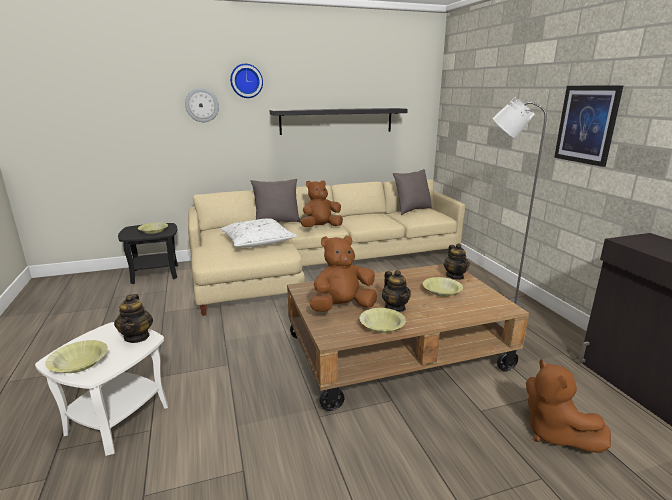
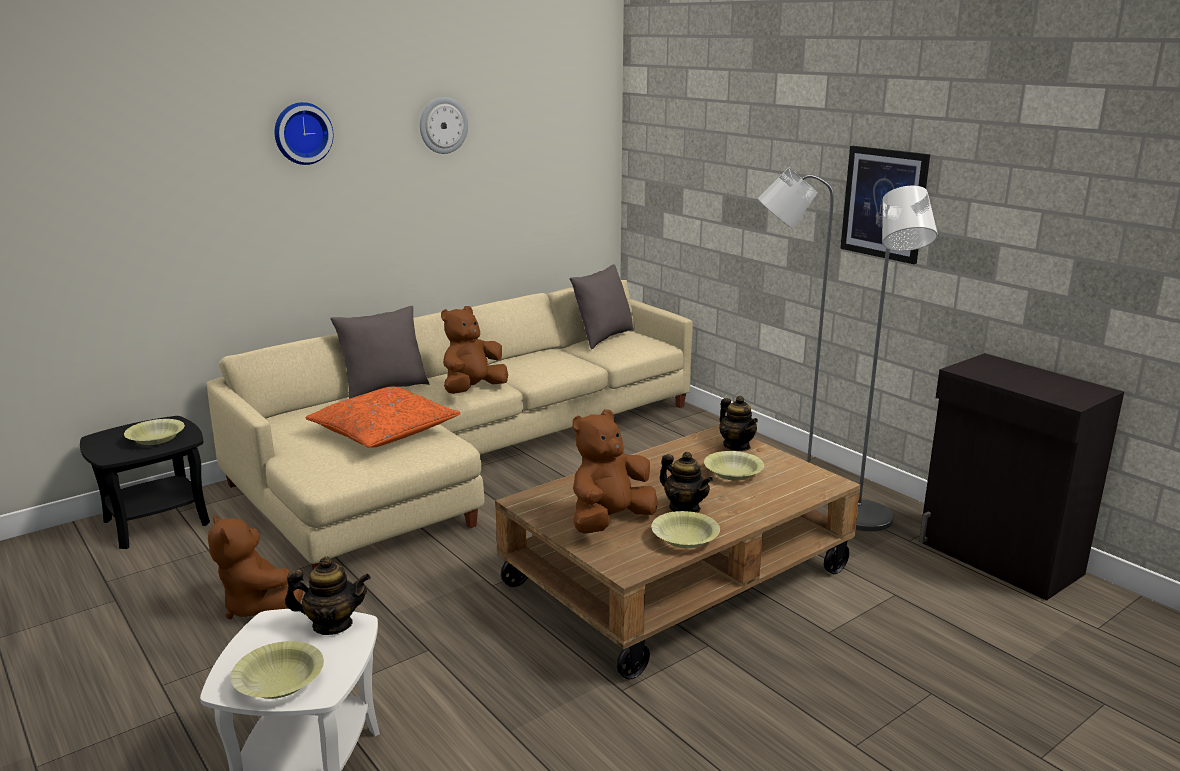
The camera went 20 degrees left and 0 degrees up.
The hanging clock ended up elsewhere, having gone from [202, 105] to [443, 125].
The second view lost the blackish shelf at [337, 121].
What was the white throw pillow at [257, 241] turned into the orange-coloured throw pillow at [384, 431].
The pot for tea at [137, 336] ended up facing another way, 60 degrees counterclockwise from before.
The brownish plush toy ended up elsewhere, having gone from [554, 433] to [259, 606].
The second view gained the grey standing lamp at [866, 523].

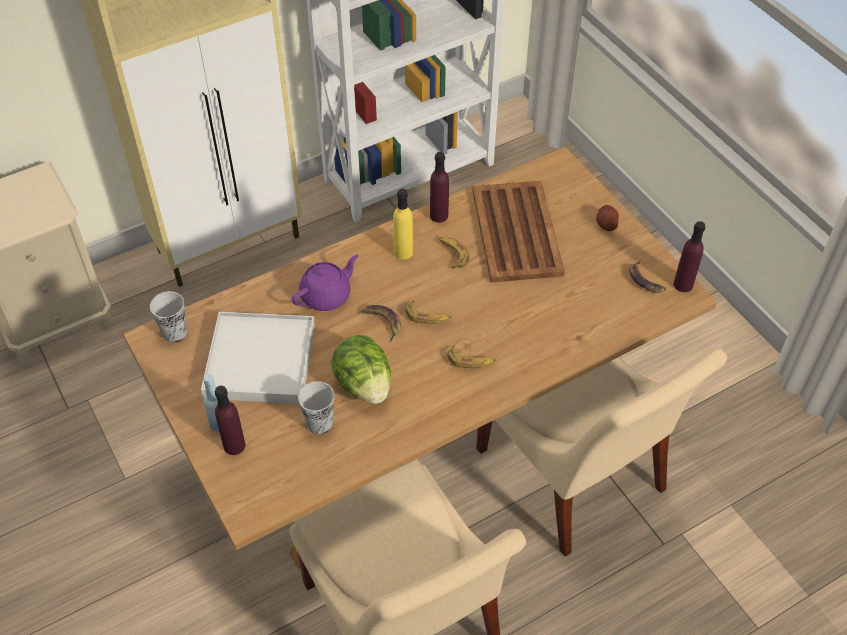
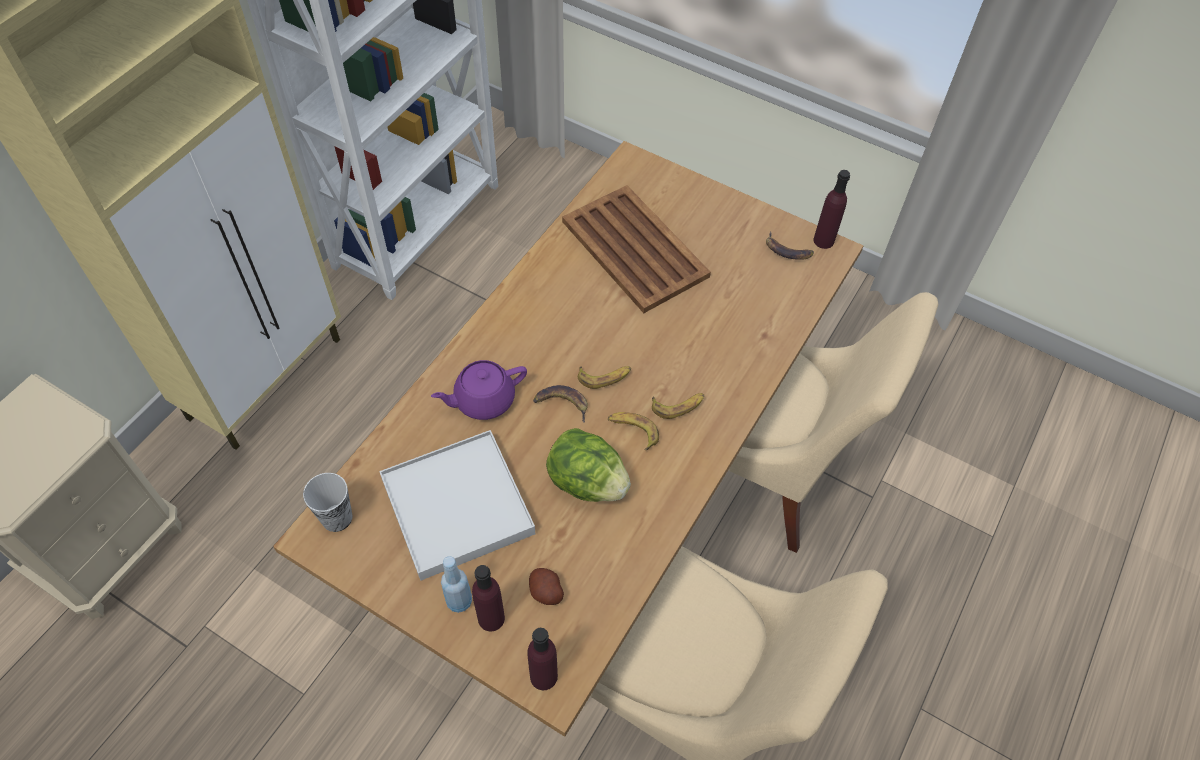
The camera went 30 degrees left and 5 degrees up.
The purple bottle ended up elsewhere, having gone from [439, 215] to [543, 676].
The second view lost the yellowish bottle at [403, 252].
The spud ended up elsewhere, having gone from [606, 224] to [546, 592].
The banana ended up elsewhere, having gone from [452, 254] to [633, 431].
The purple pot for tea at [326, 296] ended up facing another way, 135 degrees counterclockwise from before.
The second view lost the cup at [319, 423].

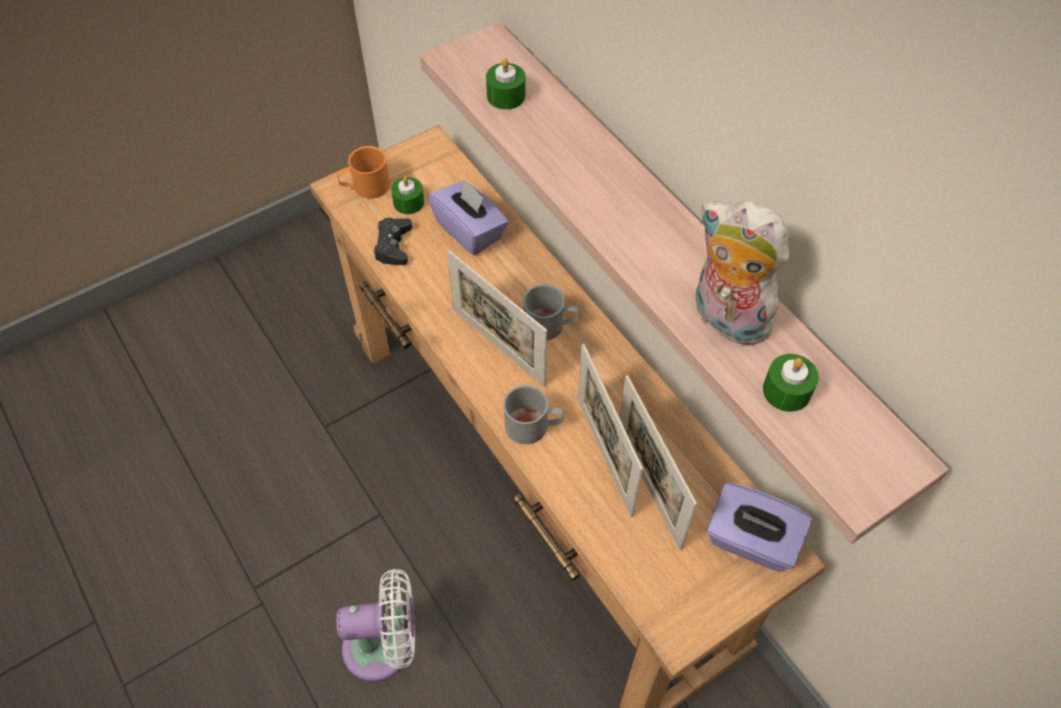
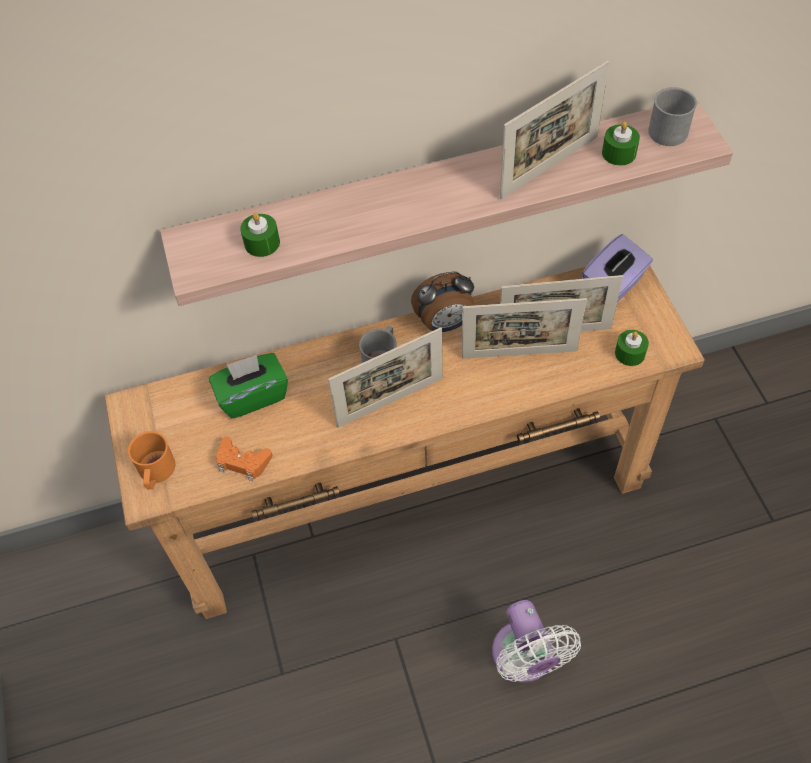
The camera went 70 degrees left and 0 degrees up.
The green-coloured candle ended up elsewhere, having gone from [408, 202] to [630, 353].
What was the purple tissue holder at [470, 231] turned into the green-coloured tissue holder at [252, 396].
Where the plush toy stood at [725, 319], the photo frame came to stand at [549, 167].
What was the blackish joypad at [393, 246] turned into the orange-coloured joypad at [243, 462].
The grey mug ended up elsewhere, having gone from [533, 426] to [669, 128].
The white cooling fan at [384, 647] ended up facing another way, 150 degrees clockwise from before.
The second view gained the bedside clock at [445, 324].

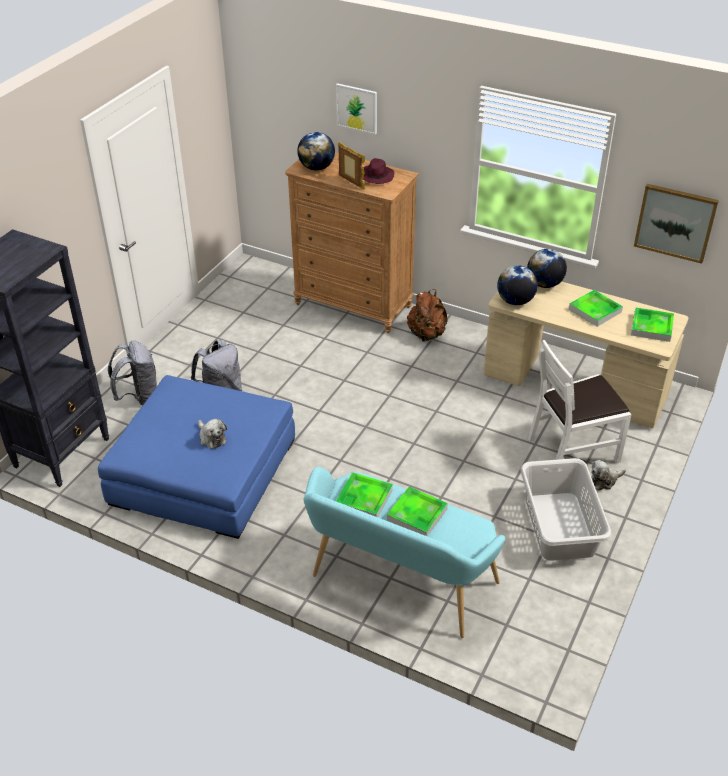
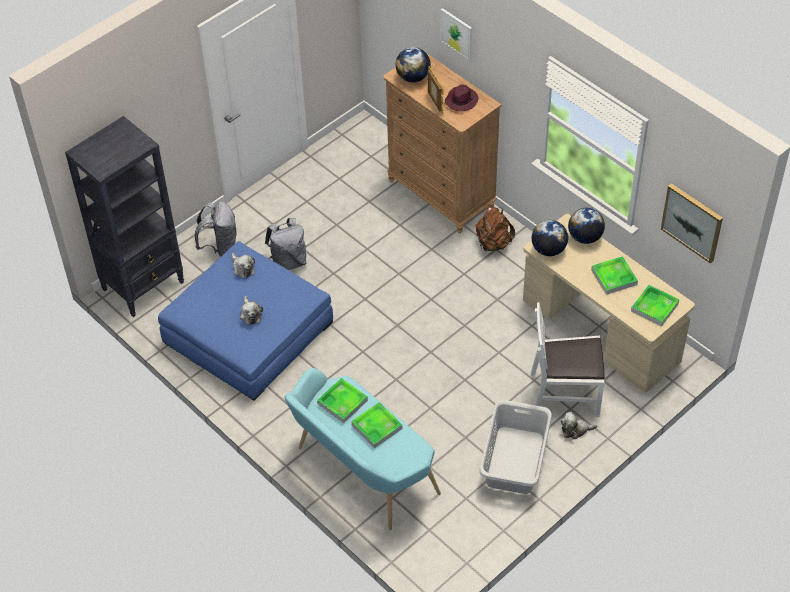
The camera went 20 degrees right and 10 degrees up.
The second view gained the plush toy at [242, 268].

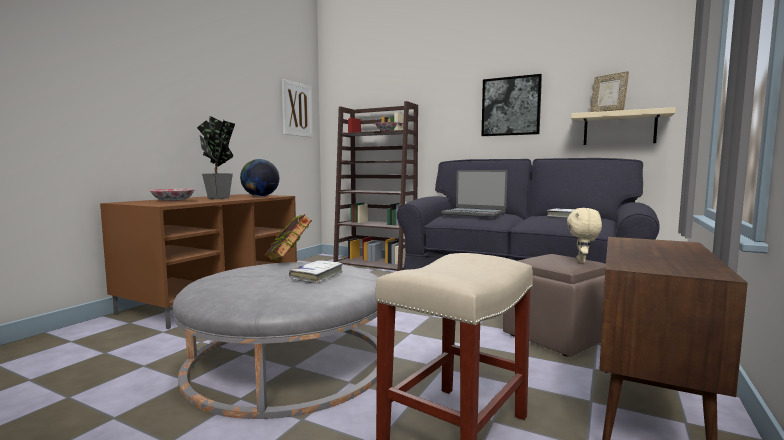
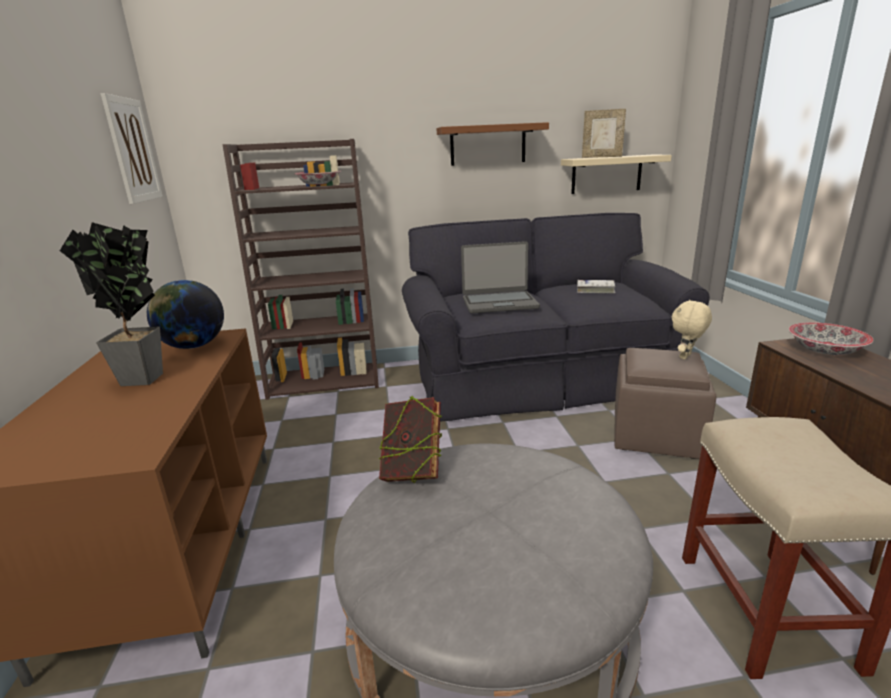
The camera went 35 degrees left and 15 degrees up.
Where the wall art hung at [511, 106], the brownish shelf came to hang at [488, 145].
The deep dish ended up elsewhere, having gone from [173, 201] to [825, 351].
The sand-coloured plush toy at [582, 261] ended up facing another way, 60 degrees clockwise from before.
The second view lost the white bound book at [317, 276].

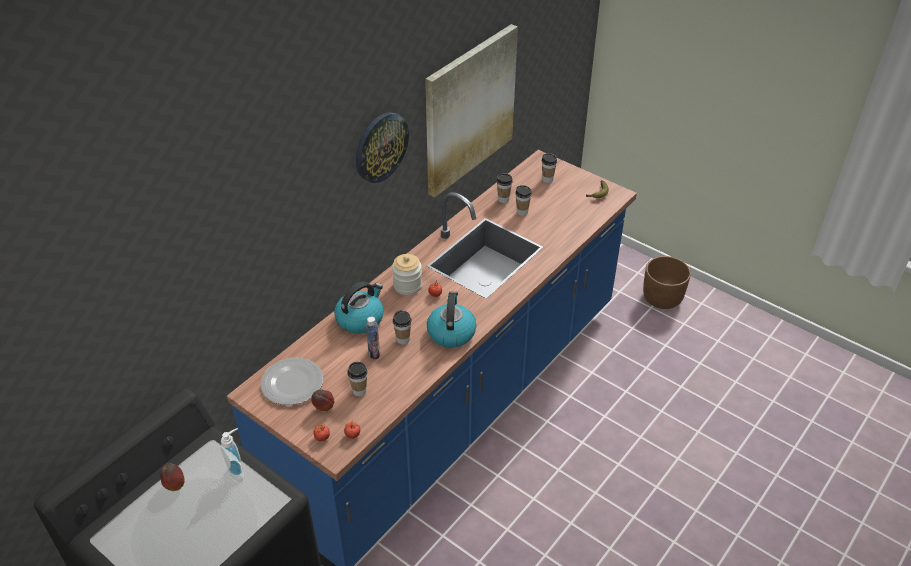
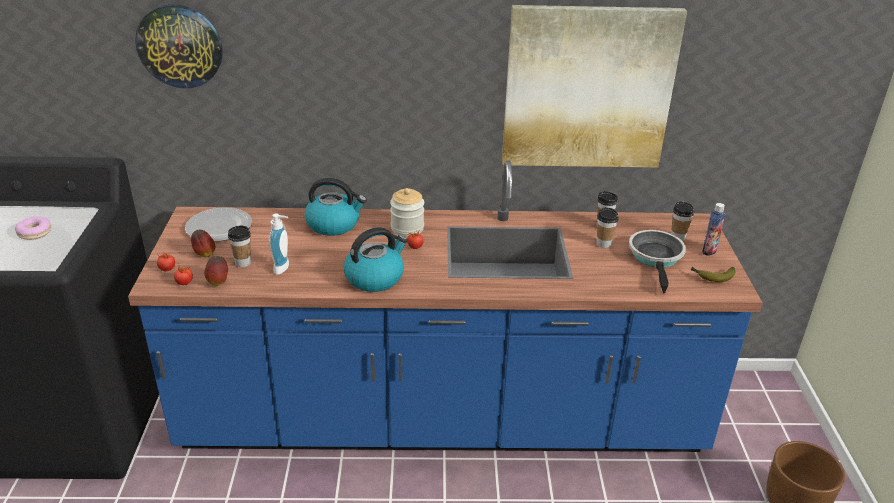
The camera went 50 degrees right and 10 degrees down.
The hanging clock ended up elsewhere, having gone from [380, 147] to [180, 46].
The second view lost the cup at [403, 339].
The bottle ended up elsewhere, having gone from [374, 353] to [709, 251].
The liquid soap bottle ended up elsewhere, having gone from [238, 471] to [284, 268].
The whole apple ended up elsewhere, having gone from [174, 485] to [218, 282].
The second view gained the donut at [35, 232].
The second view gained the skillet at [656, 258].

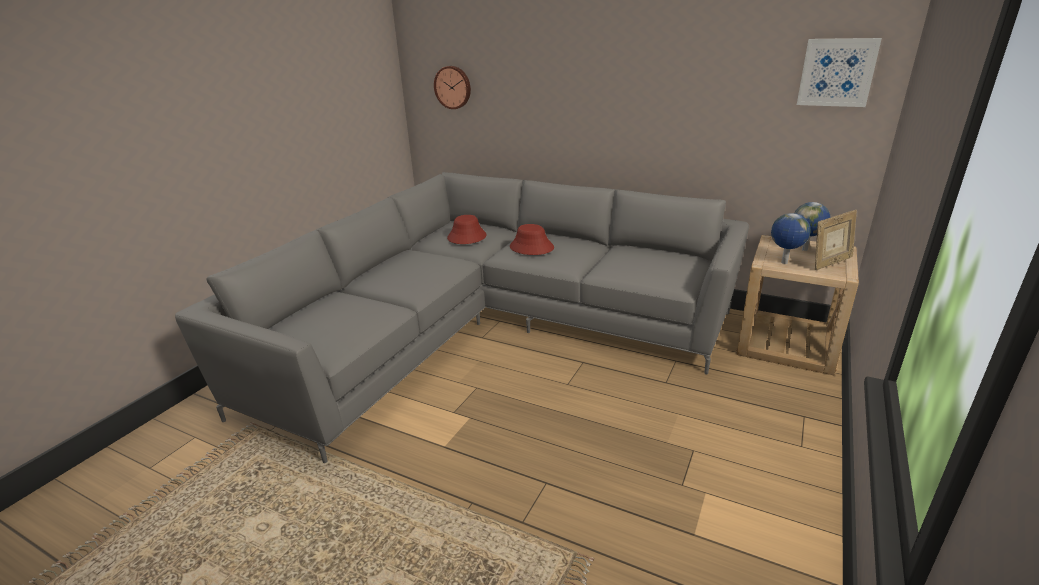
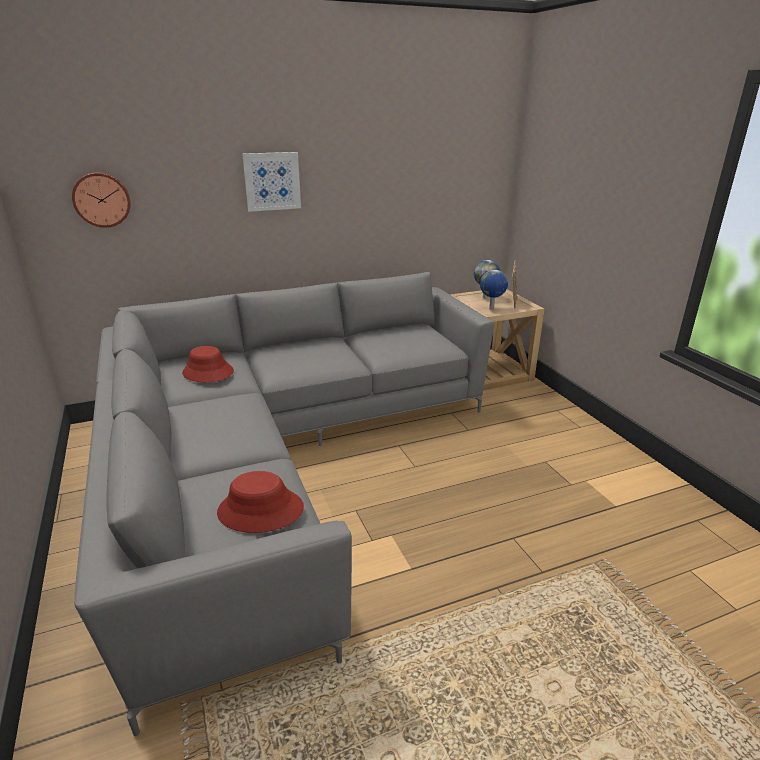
The camera went 50 degrees left and 0 degrees up.
The wall art ended up elsewhere, having gone from [837, 72] to [272, 181].
The red-coloured clothing hat ended up elsewhere, having gone from [531, 247] to [260, 510].

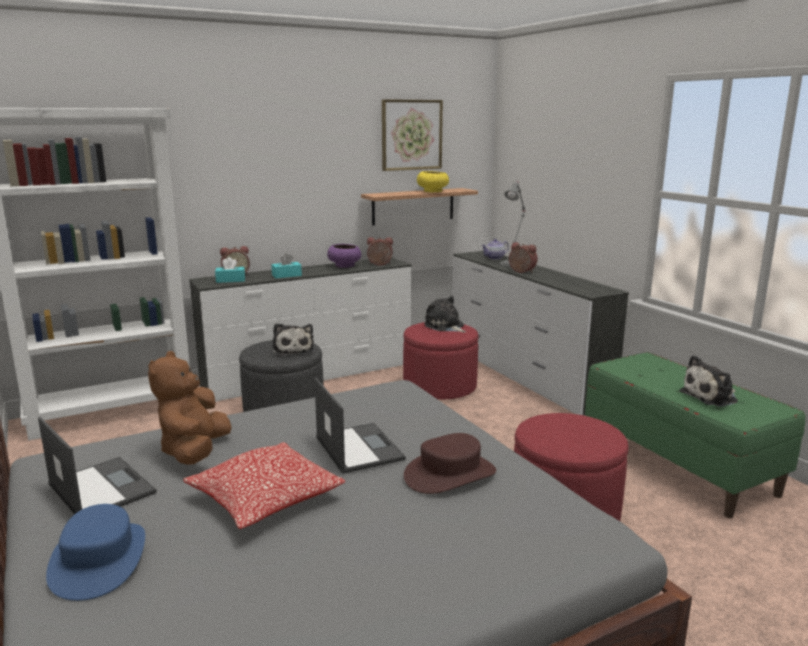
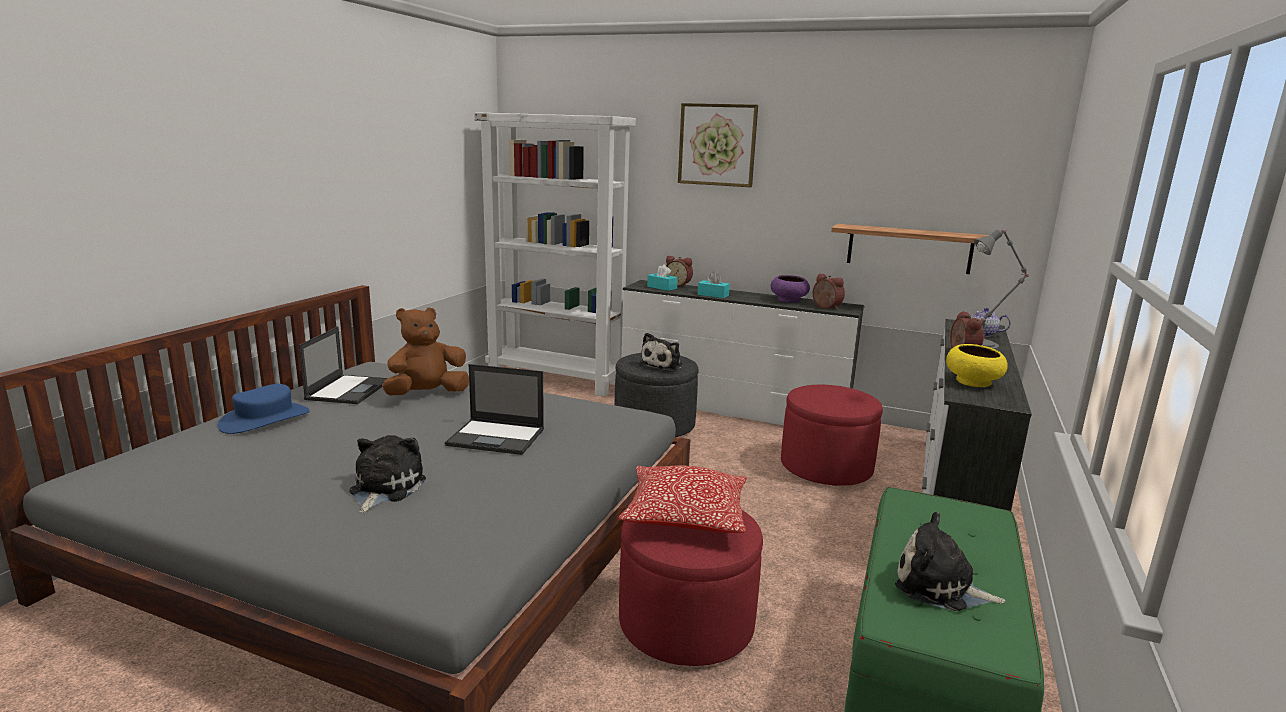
The camera went 50 degrees right and 0 degrees up.
The wall art ended up elsewhere, having gone from [411, 135] to [717, 145].
The yellowish deep dish ended up elsewhere, having gone from [433, 191] to [973, 382].
The plush toy ended up elsewhere, having gone from [445, 326] to [384, 489].
The portable computer at [358, 448] ended up facing another way, 75 degrees clockwise from before.
The second view lost the brownish clothing hat at [450, 474].
The throw pillow ended up elsewhere, having gone from [265, 499] to [685, 516].

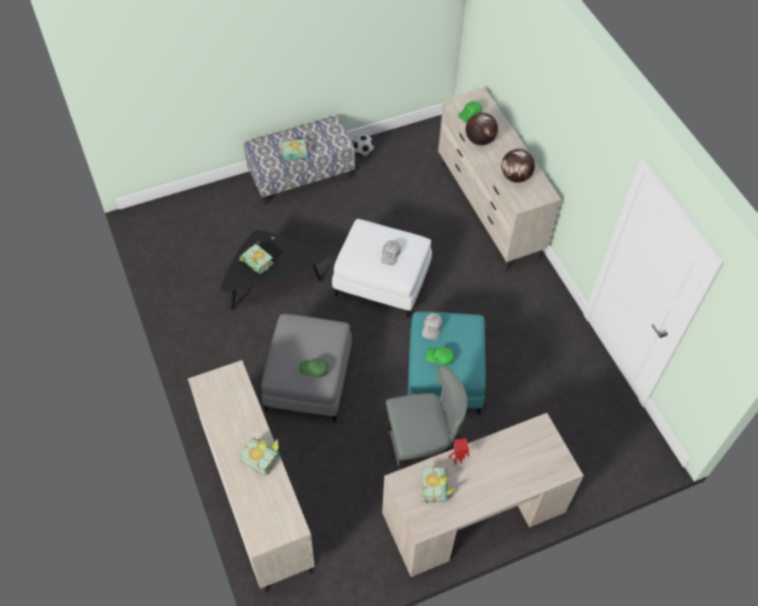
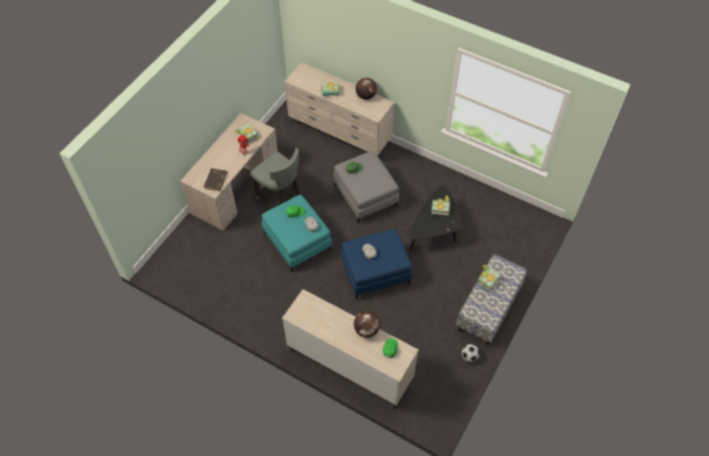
The camera went 145 degrees right and 0 degrees up.
The globe ended up elsewhere, having gone from [515, 177] to [366, 96].
What was the white ottoman at [382, 281] turned into the blue ottoman at [375, 272].
The grey chair at [421, 452] ended up facing another way, 90 degrees counterclockwise from before.
The second view gained the brownish bound book at [215, 181].

